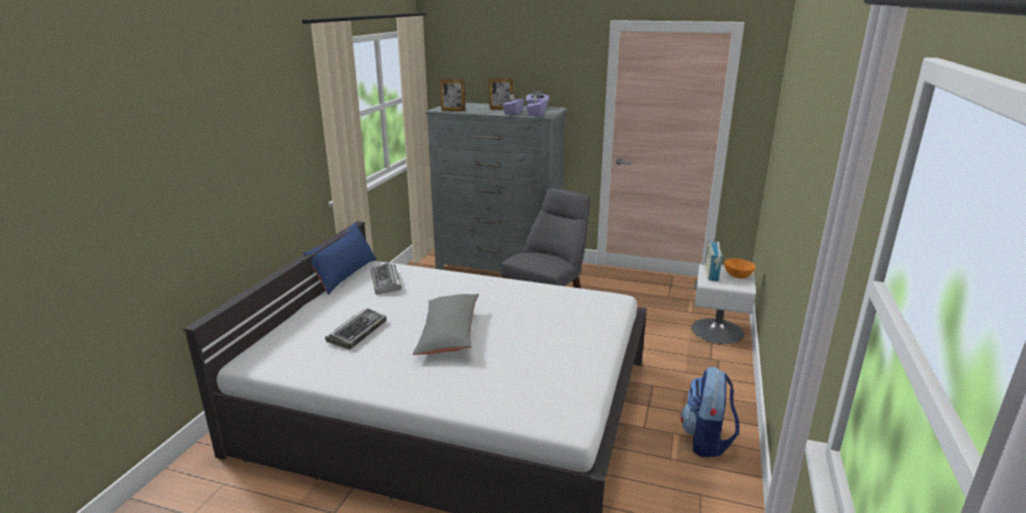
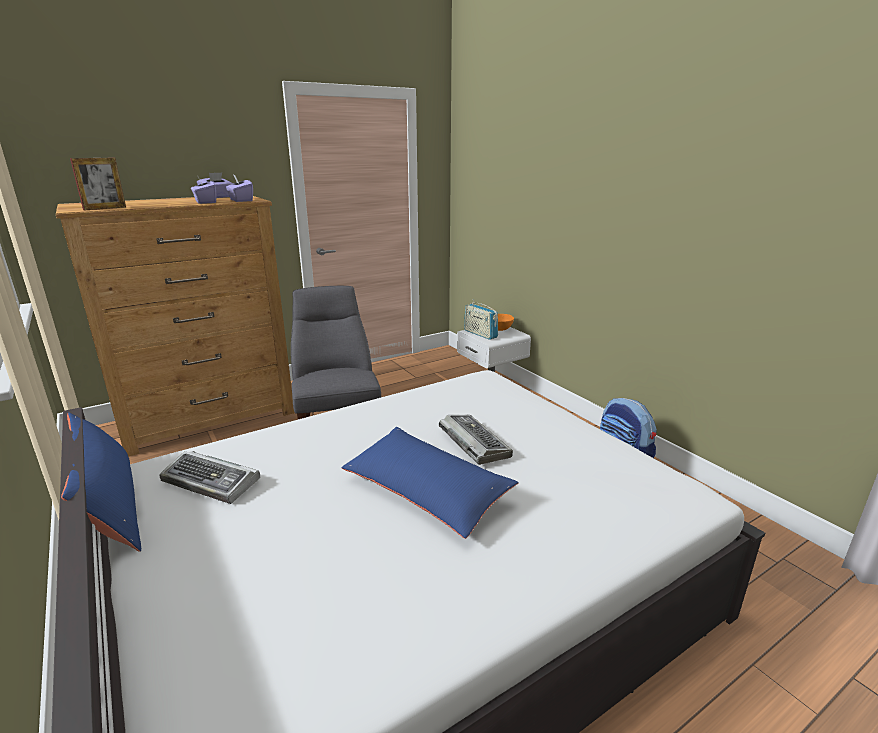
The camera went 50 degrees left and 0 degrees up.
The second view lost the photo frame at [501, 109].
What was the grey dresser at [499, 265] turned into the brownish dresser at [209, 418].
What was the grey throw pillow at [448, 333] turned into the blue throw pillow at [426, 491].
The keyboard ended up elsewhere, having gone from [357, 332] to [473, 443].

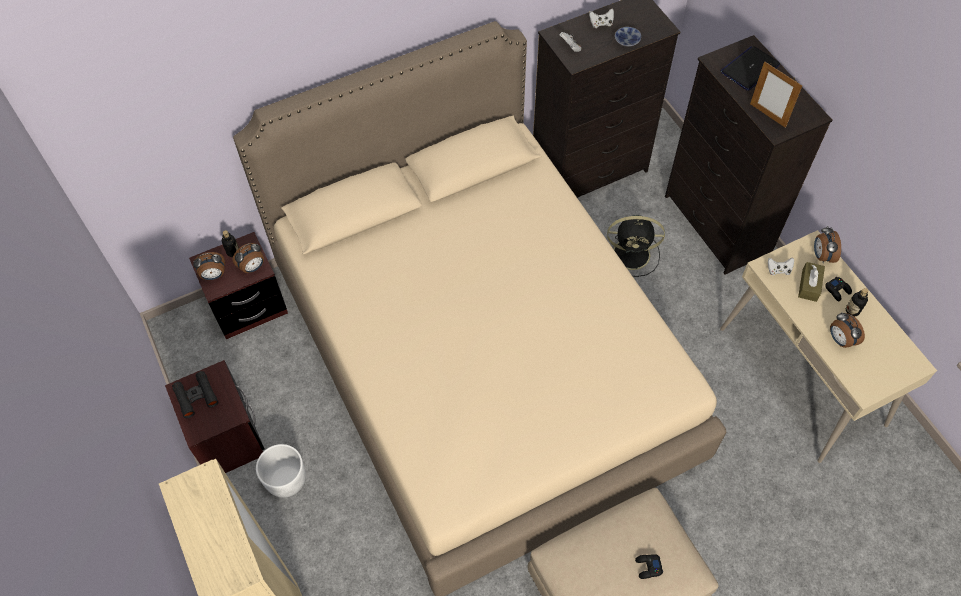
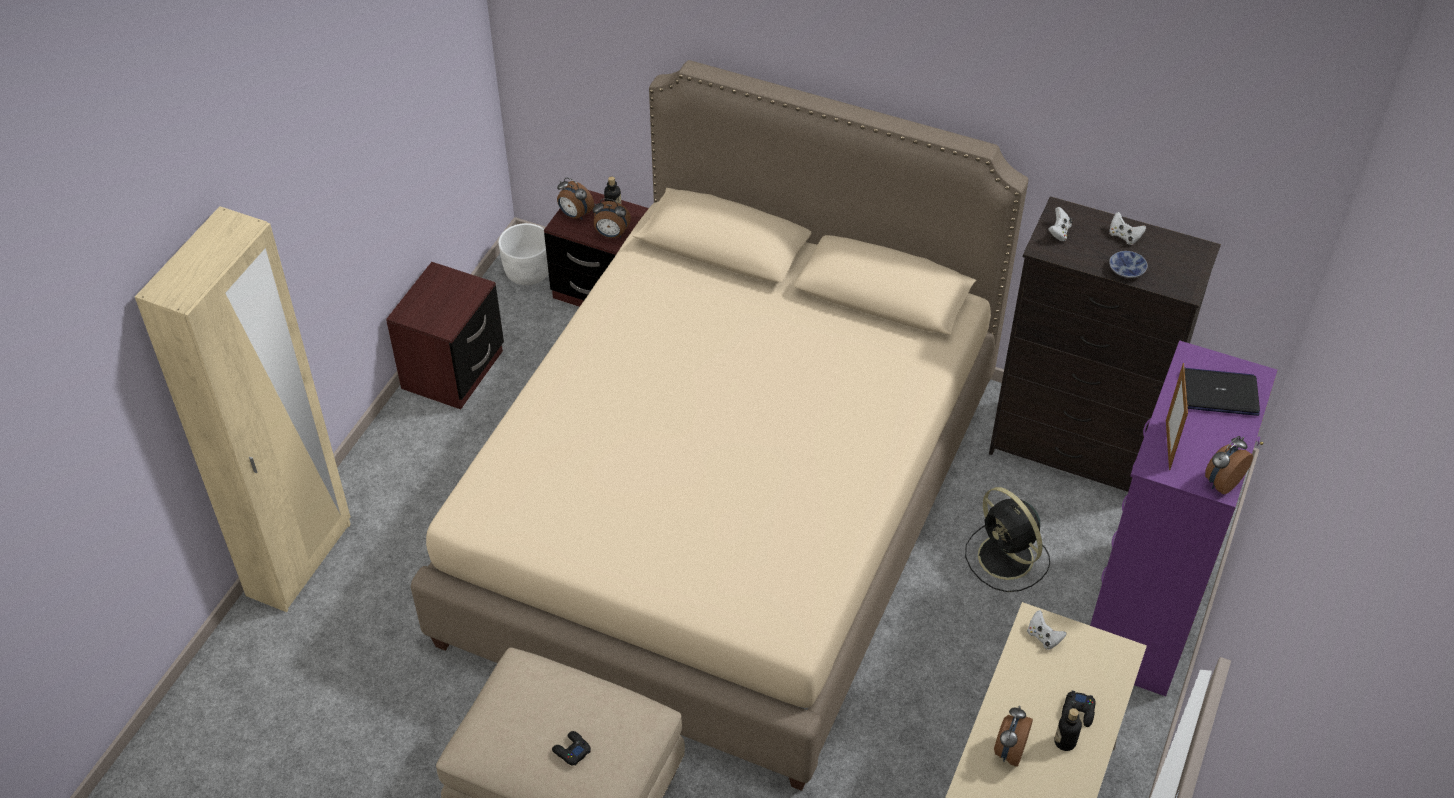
The camera went 50 degrees right and 10 degrees down.
What was the blackish dresser at [717, 225] turned into the purple dresser at [1141, 616].
The bedside clock ended up elsewhere, having gone from [821, 256] to [1221, 482].
The second view lost the brownish tissue holder at [809, 285].
The second view lost the blackish binoculars at [196, 396].
The white plant pot ended up elsewhere, having gone from [286, 479] to [528, 272].

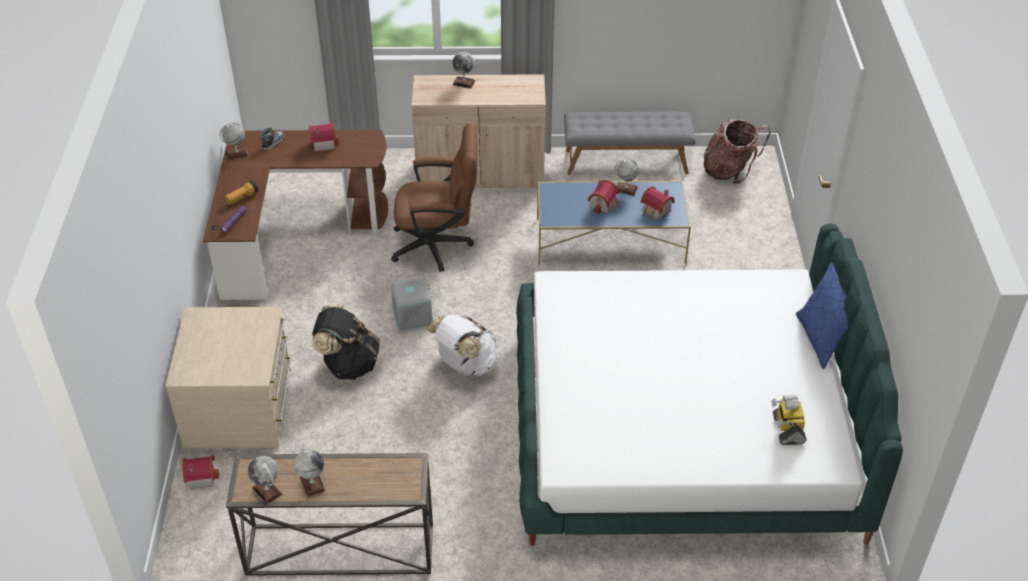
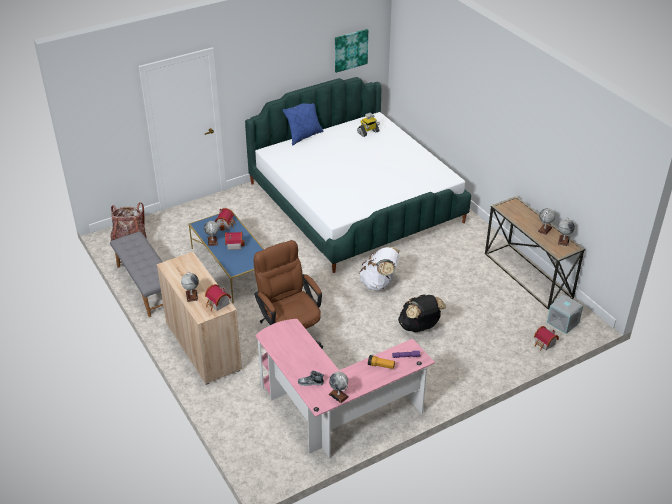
The camera went 120 degrees left and 5 degrees down.
The miniature house ended up elsewhere, having gone from [322, 143] to [217, 304].
What was the brownish desk table at [292, 233] turned into the pink desk table at [333, 412].
The grey storage box ended up elsewhere, having gone from [412, 316] to [563, 322].
The second view lost the sand-coloured dresser at [240, 408].
The second view gained the wall art at [350, 50].

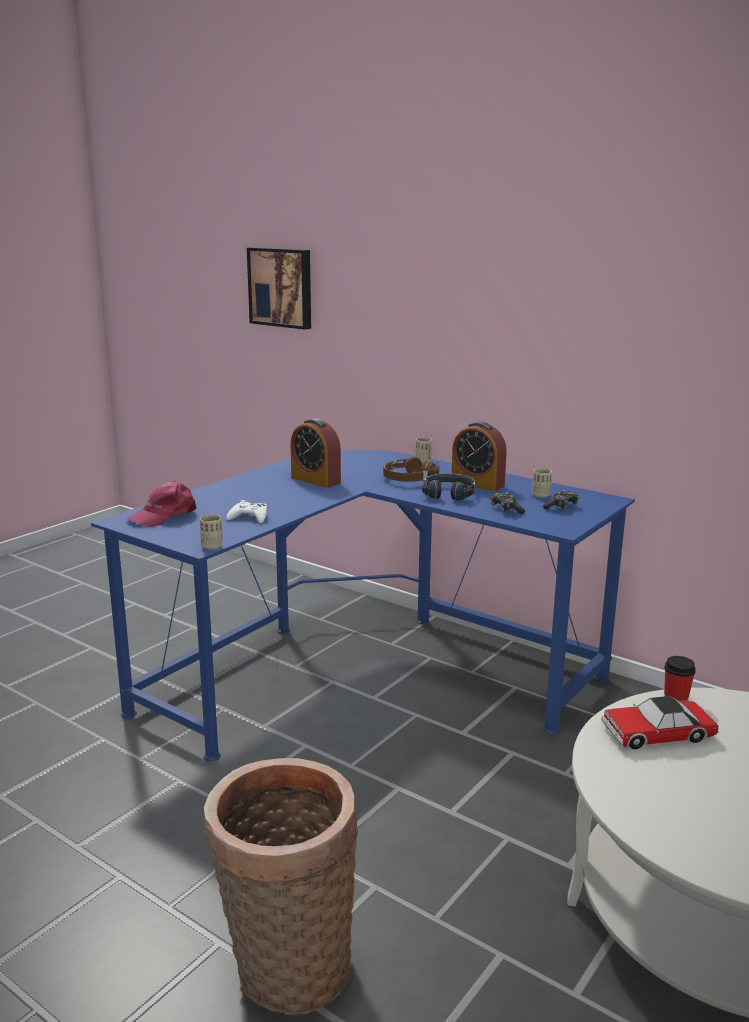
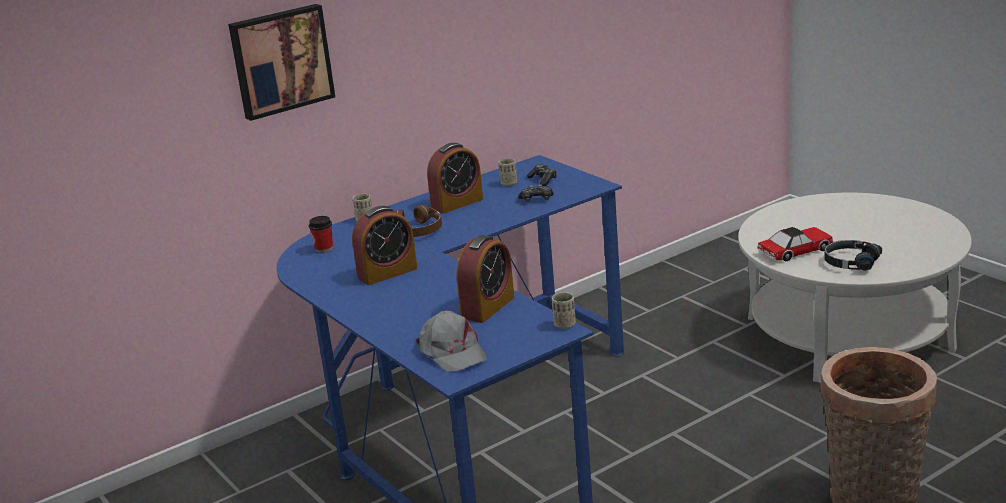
The camera went 70 degrees left and 5 degrees up.
The wall art ended up elsewhere, having gone from [281, 287] to [280, 60].
The blackish pair of headphones ended up elsewhere, having gone from [449, 493] to [850, 262].
What was the pink baseball cap at [164, 515] turned into the grey baseball cap at [452, 352].
Where the white joypad stood at [249, 517], the bedside clock came to stand at [488, 307].
The cup ended up elsewhere, having gone from [675, 698] to [324, 249].
The toy car at [657, 733] ended up facing another way, 120 degrees counterclockwise from before.

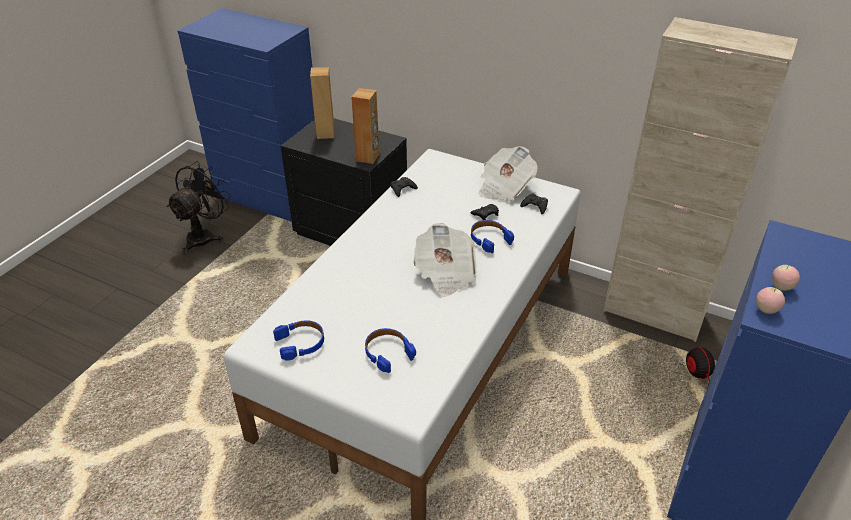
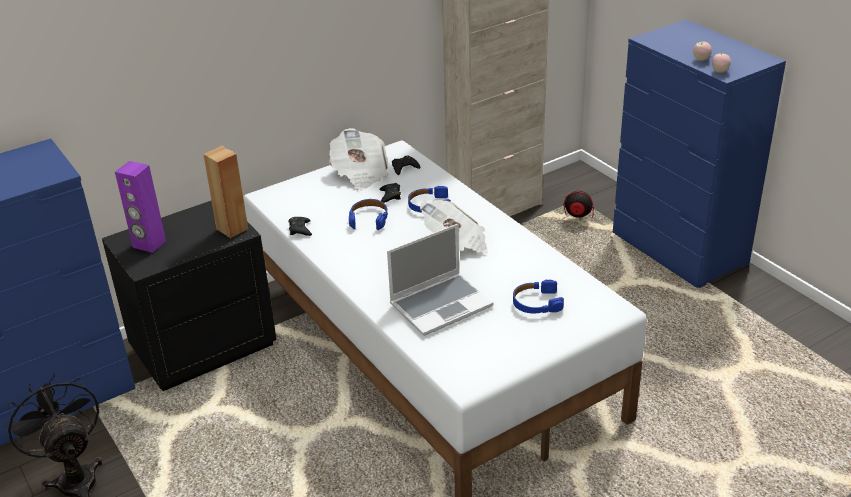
The camera went 60 degrees left and 5 degrees down.
What was the brownish speaker at [325, 133] turned into the purple speaker at [149, 244].
The blue pair of headphones ended up elsewhere, having gone from [301, 343] to [369, 219].
The second view gained the portable computer at [441, 304].

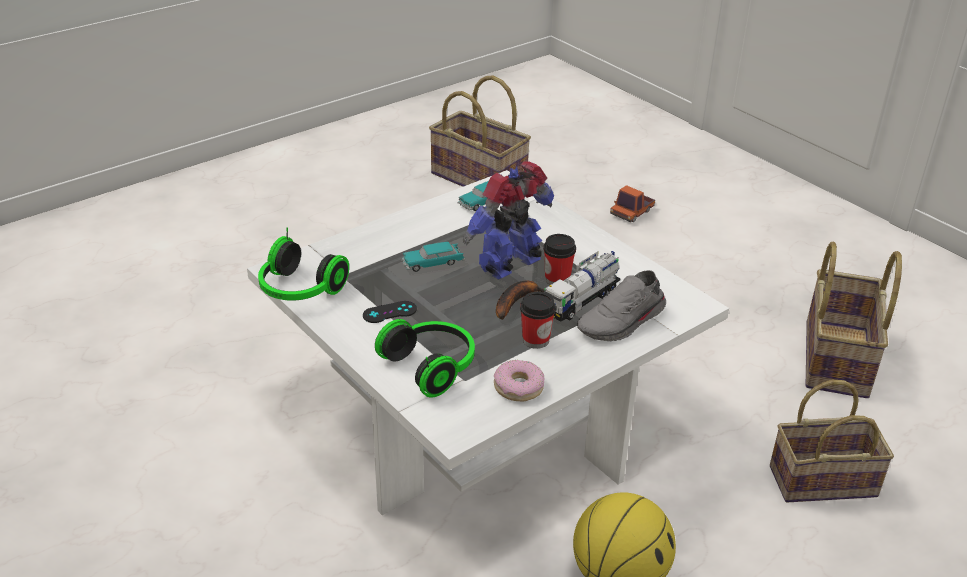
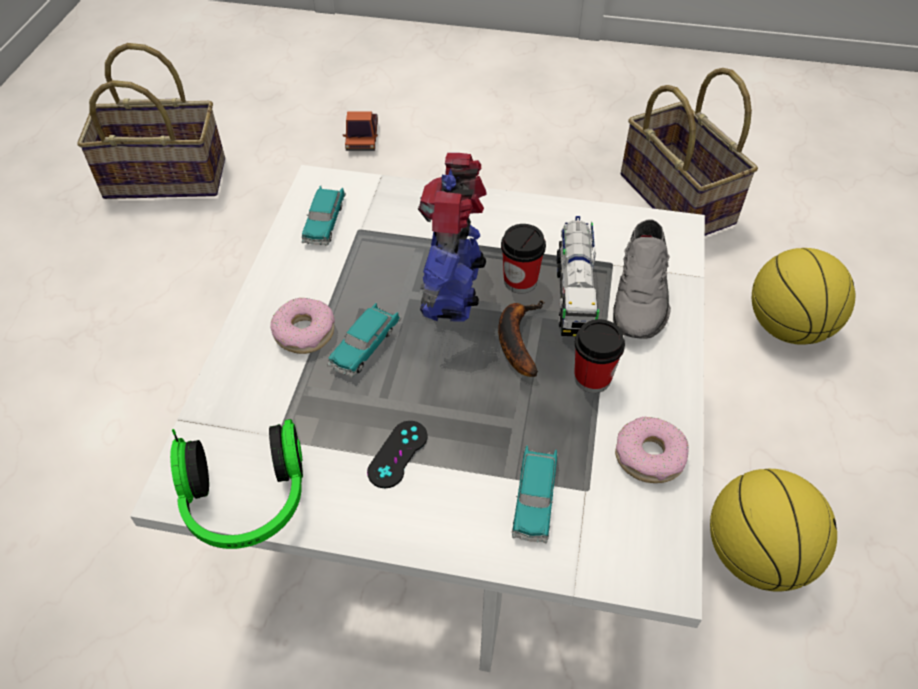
The camera went 40 degrees left and 15 degrees up.
Where the pair of headphones stood at [432, 366], the toy car came to stand at [534, 498].
Where the basket stood at [824, 480], the basketball came to stand at [787, 326].
The second view gained the donut at [304, 332].

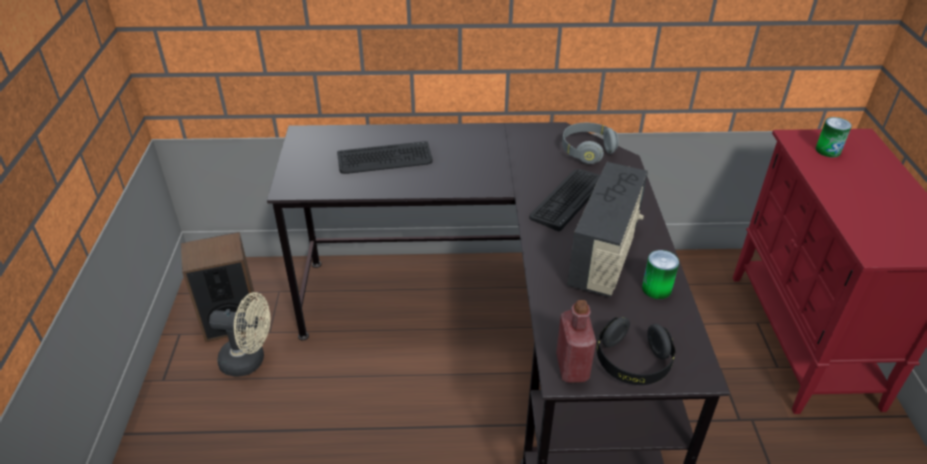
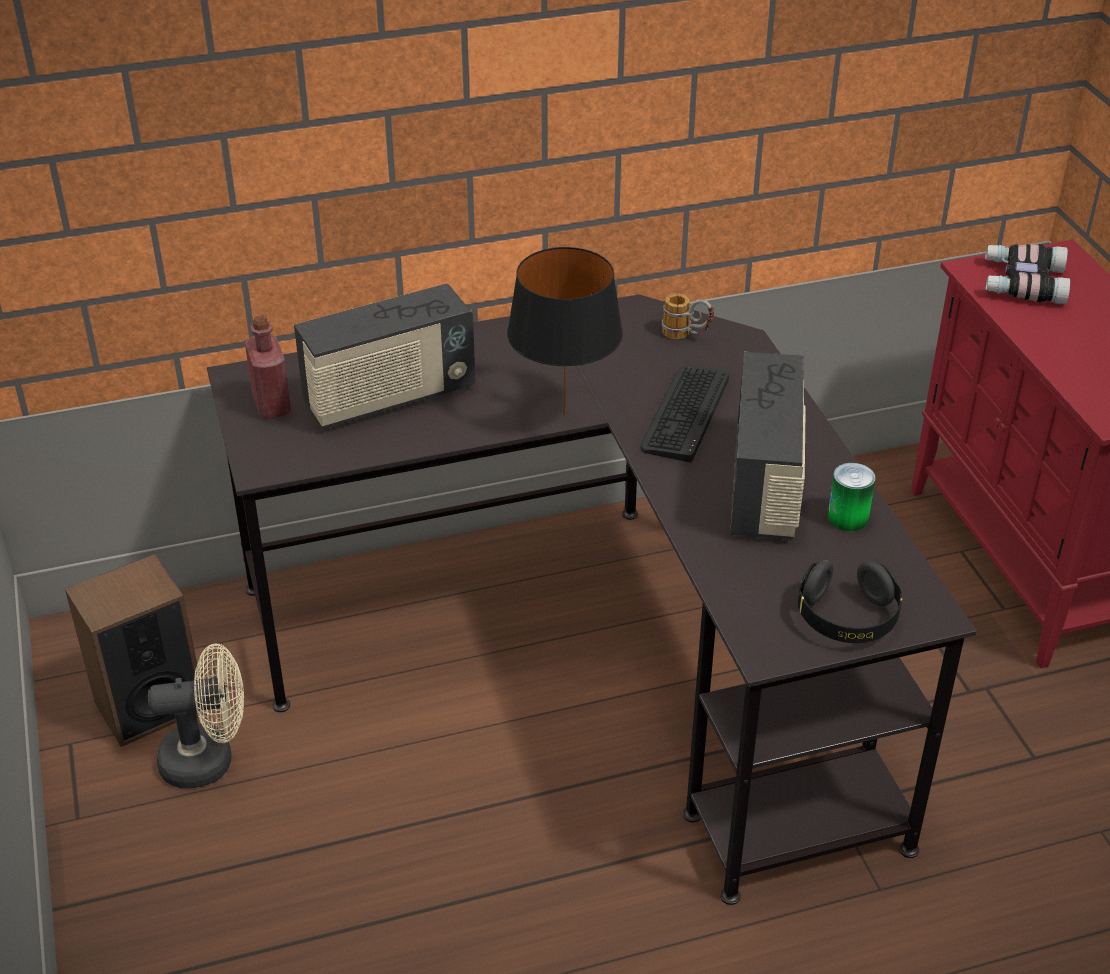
The camera went 15 degrees left and 0 degrees up.
Where the can stood at [828, 150], the binoculars came to stand at [1022, 282].
Where the grey pair of headphones stood at [587, 151], the mug came to stand at [687, 335].
Where the keyboard stood at [385, 159], the radio set came to stand at [389, 397].
The red-coloured bottle ended up elsewhere, having gone from [572, 367] to [272, 405].
The second view gained the blackish table lamp at [564, 415].

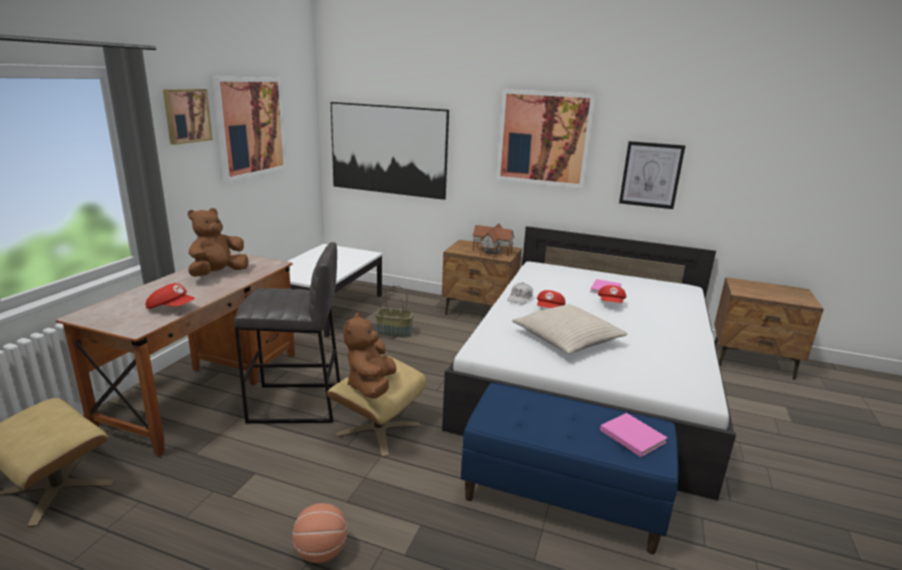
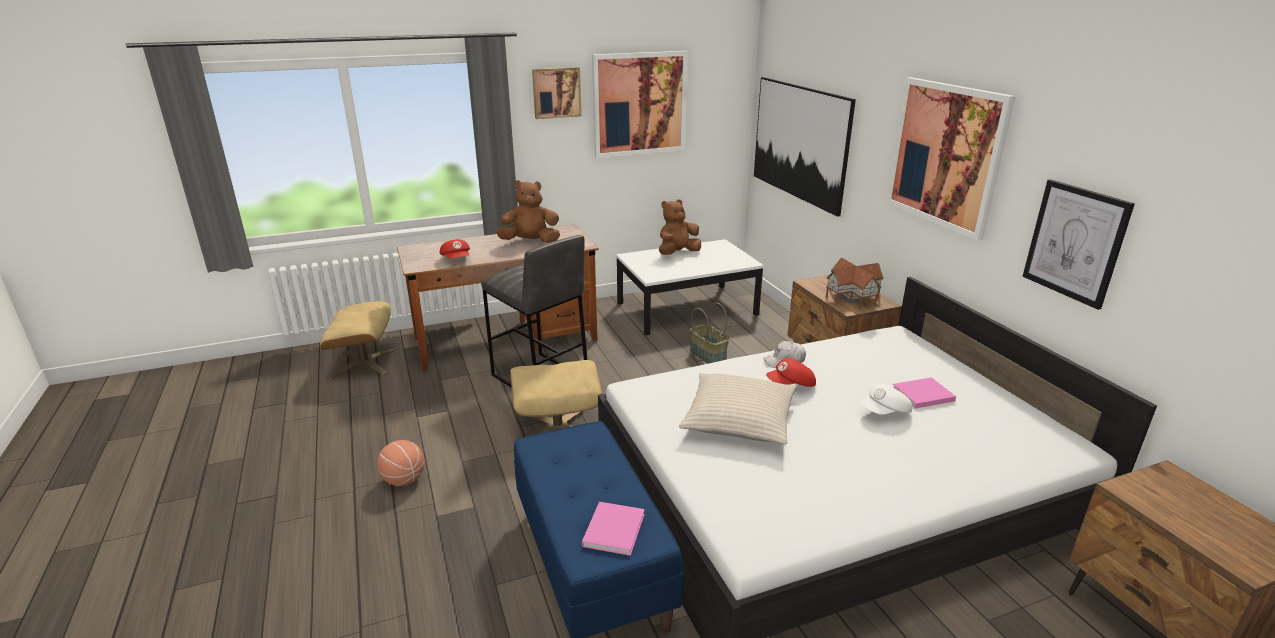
The camera went 50 degrees right and 5 degrees up.
What was the red-coloured baseball cap at [611, 303] turned into the white baseball cap at [885, 412].
The brownish plush toy ended up elsewhere, having gone from [371, 386] to [677, 253].

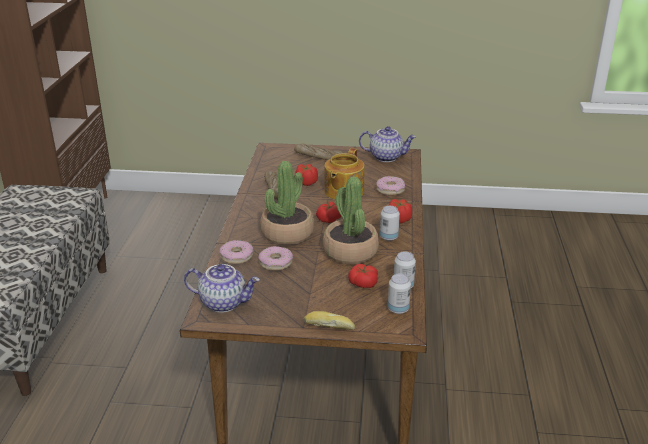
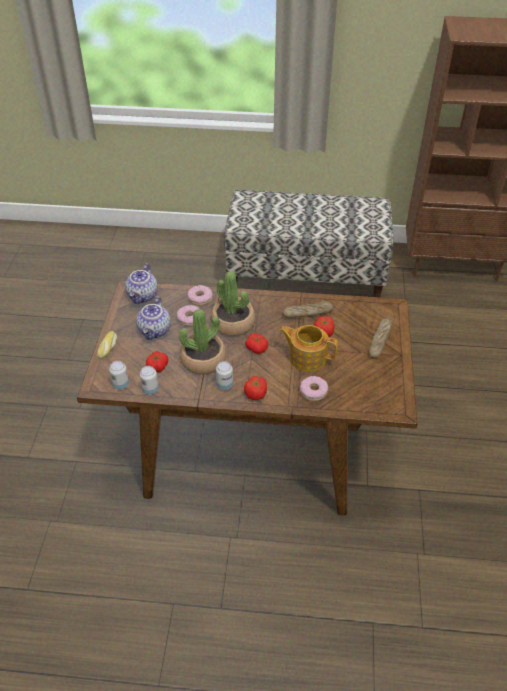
The camera went 90 degrees right and 15 degrees up.
The pot for tea ended up elsewhere, having gone from [386, 157] to [155, 331].

